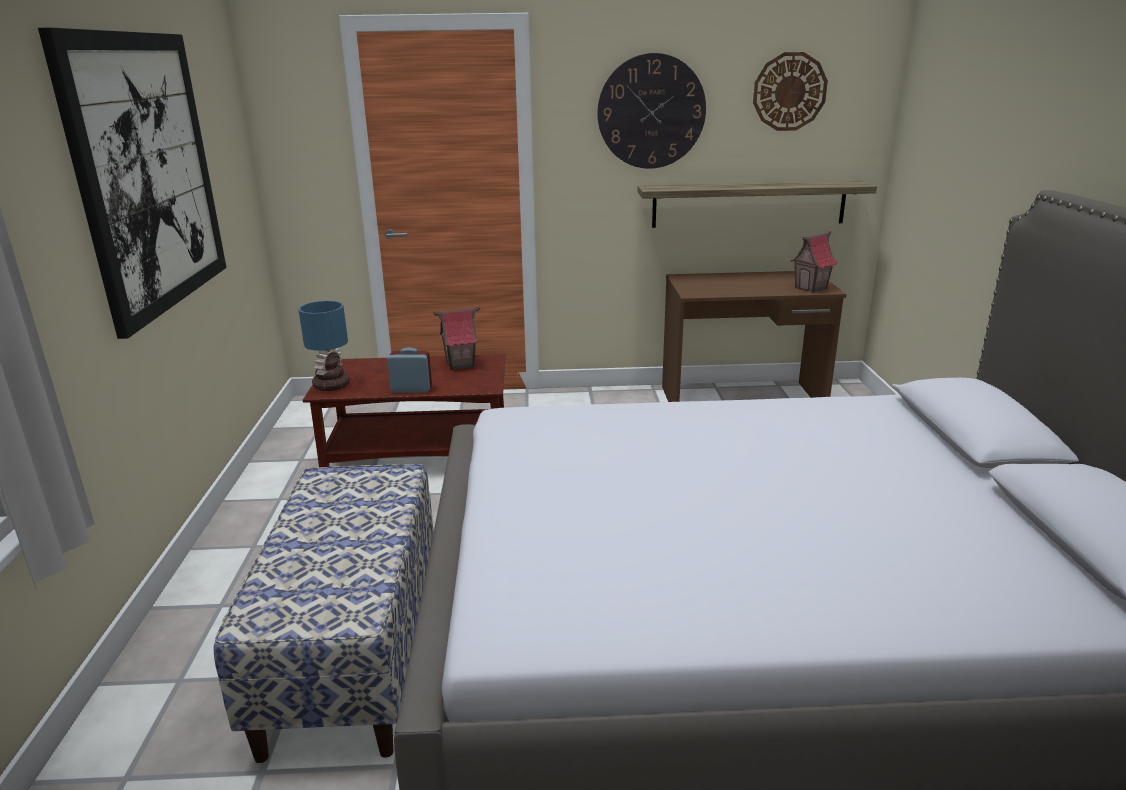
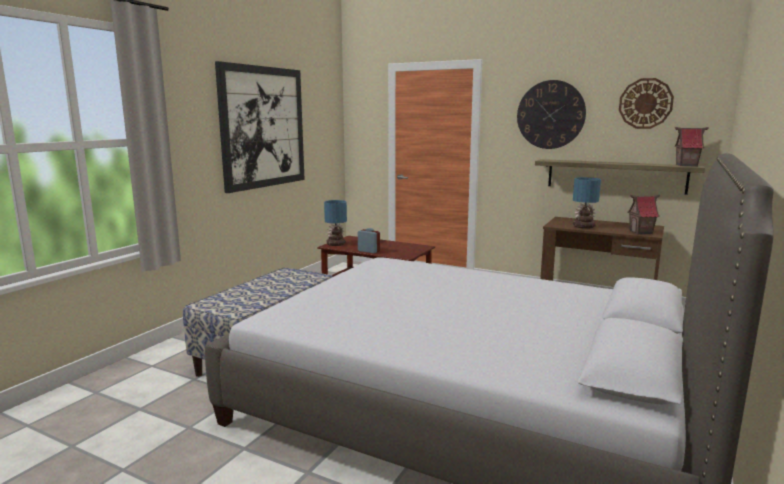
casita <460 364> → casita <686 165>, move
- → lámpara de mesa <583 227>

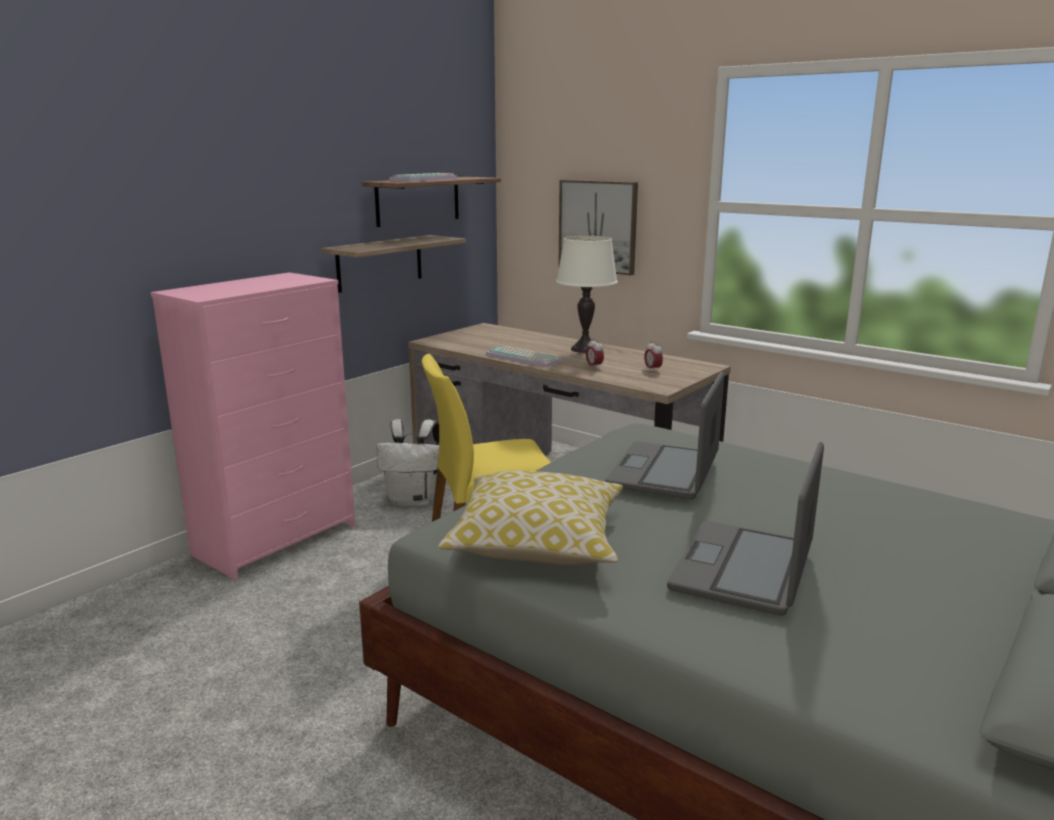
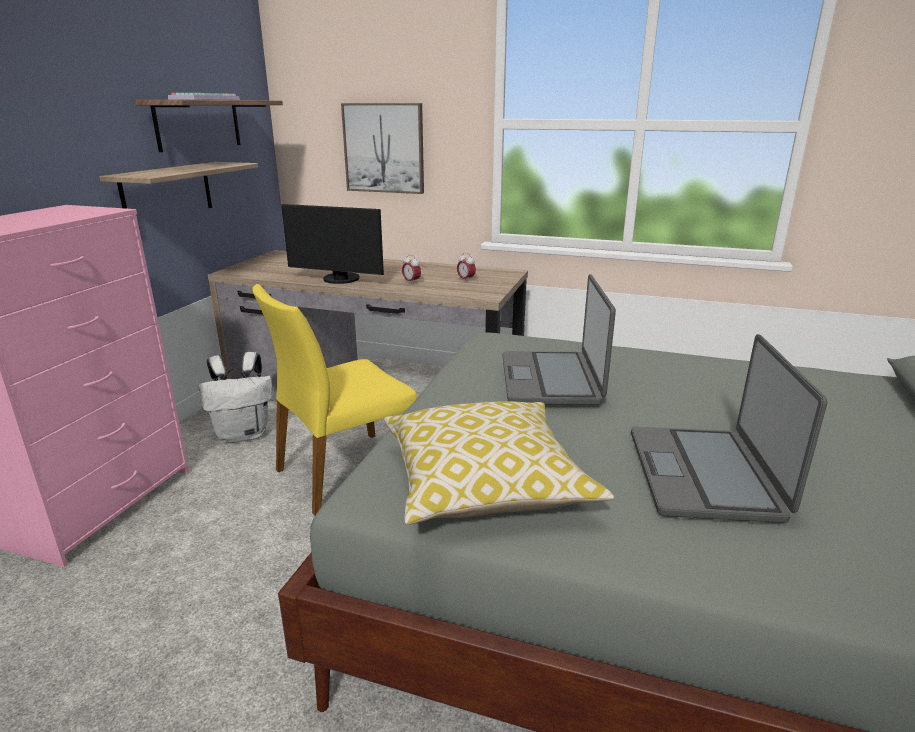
lámpara de mesa (blanco) <585 349> → -
teclado <525 358> → monitor <339 280>

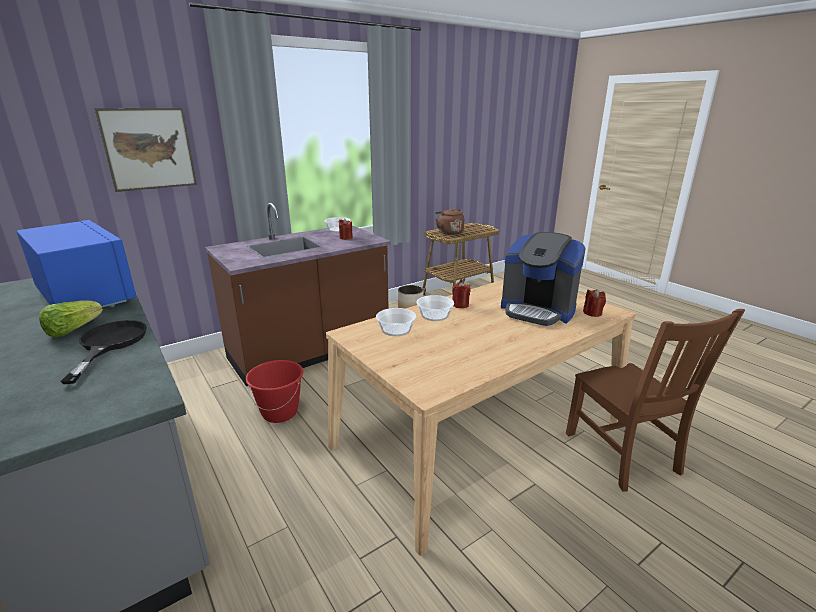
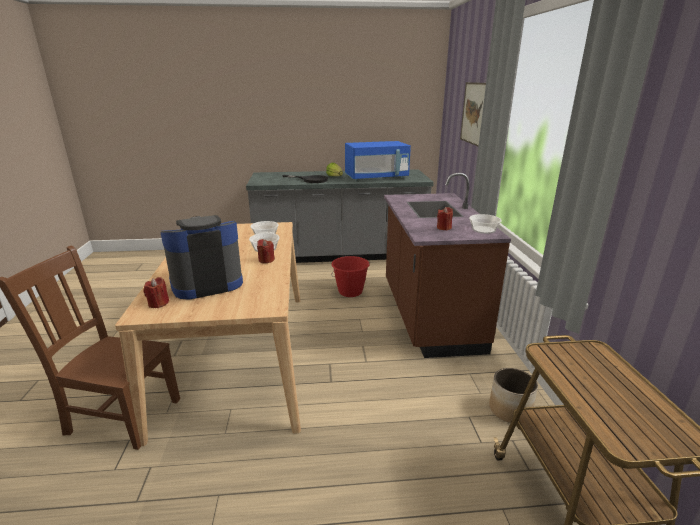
hervidor (marrón) <449 232> → -

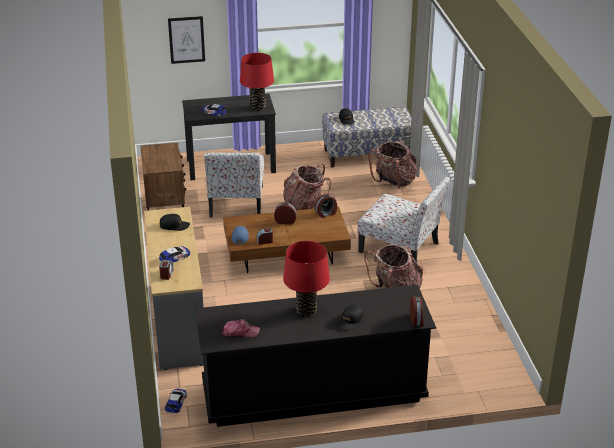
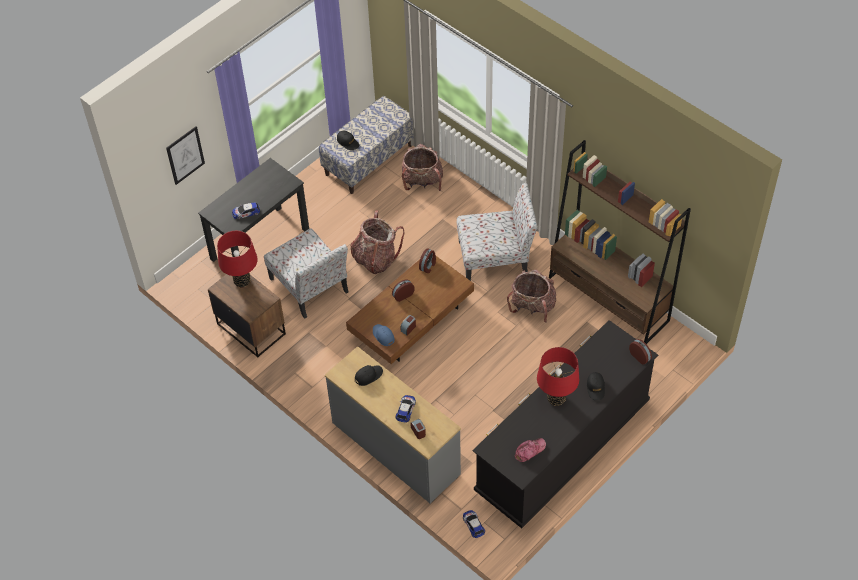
lámpara de mesa (rojo) <257 108> → lámpara de mesa (rojo) <242 281>, move
- → estantería (marrón) <608 299>

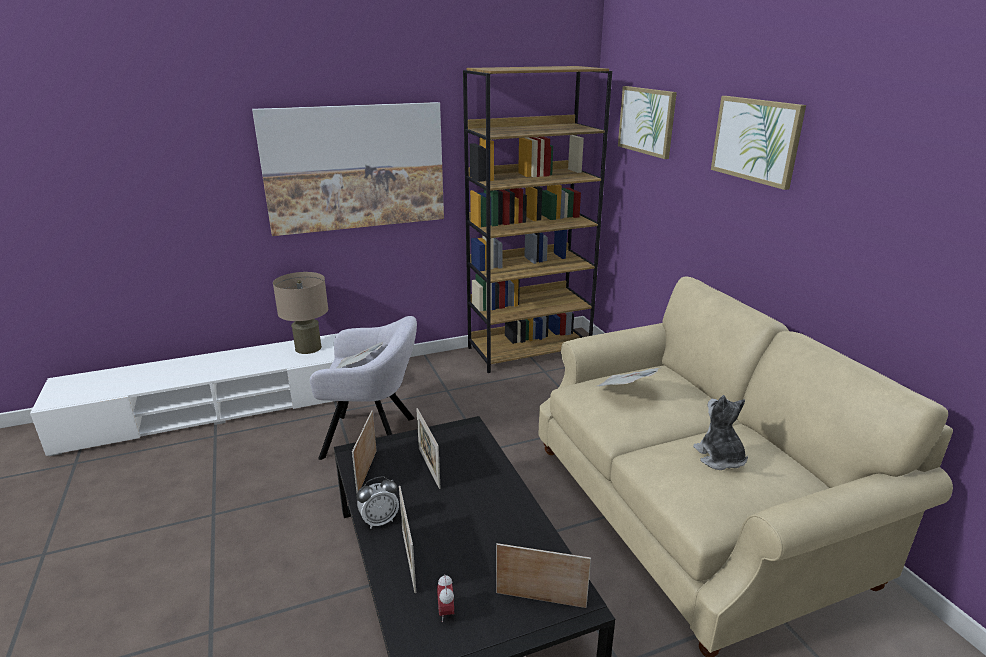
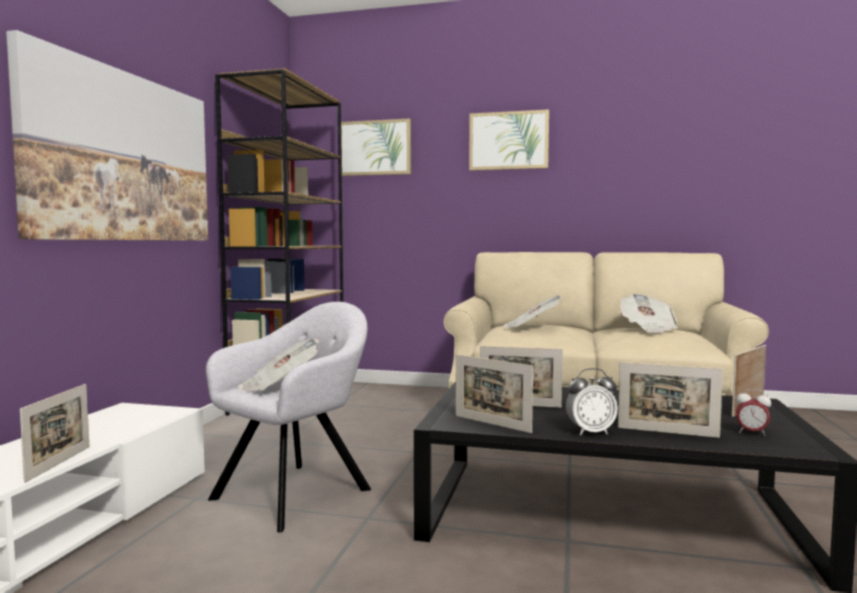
lámpara de mesa (beis) <308 348> → -
peluche <719 458> → periódico <648 329>
despertador <379 521> → despertador <590 432>, 75 degrees clockwise
- → portarretratos <59 463>

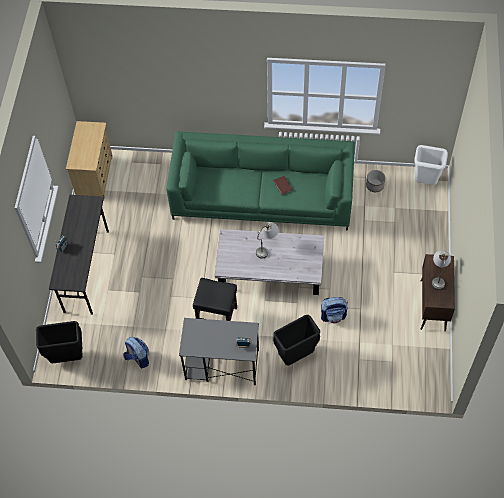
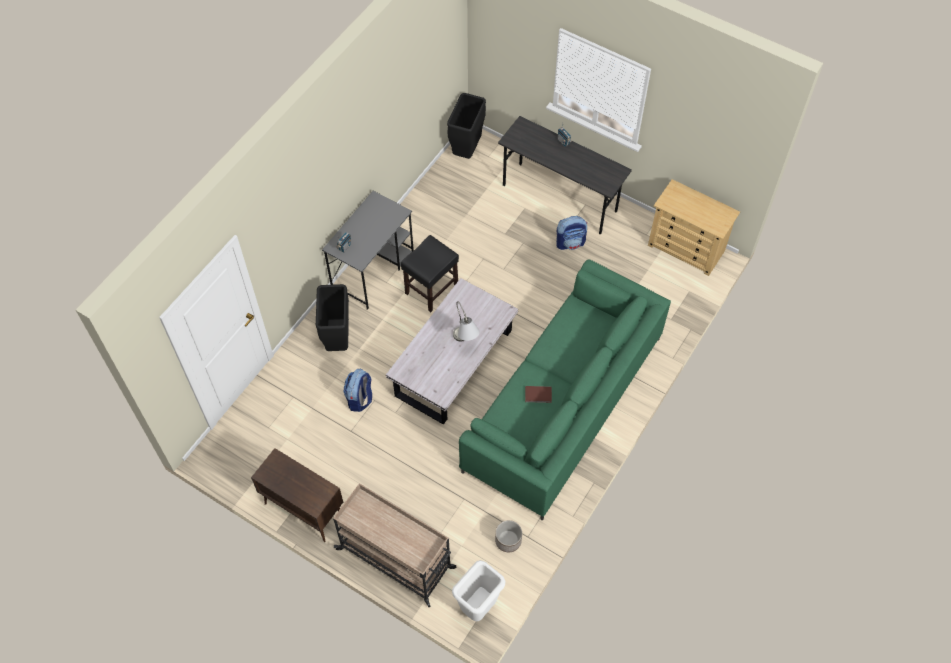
lámpara de mesa (gris) <438 276> → -
mochila <138 358> → mochila <570 243>, move
- → carrito (beis) <397 559>

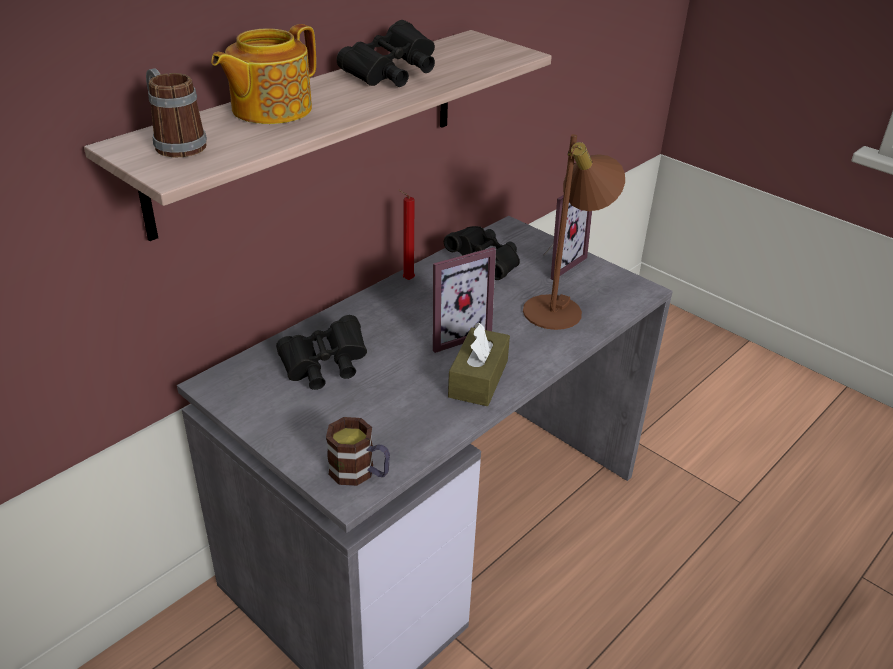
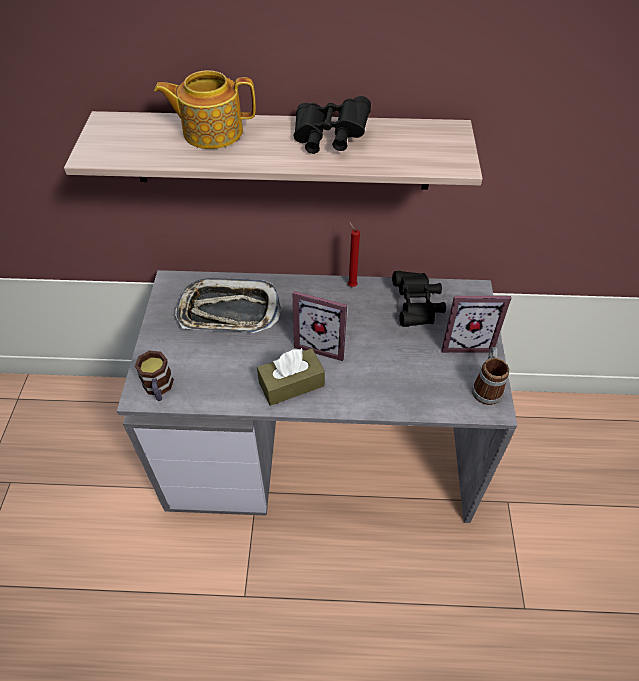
taza grande <175 144> → taza grande <486 386>, move
lámpara de mesa (marrón) <561 308> → -
prismáticos (negro) <324 367> → bandeja <228 312>

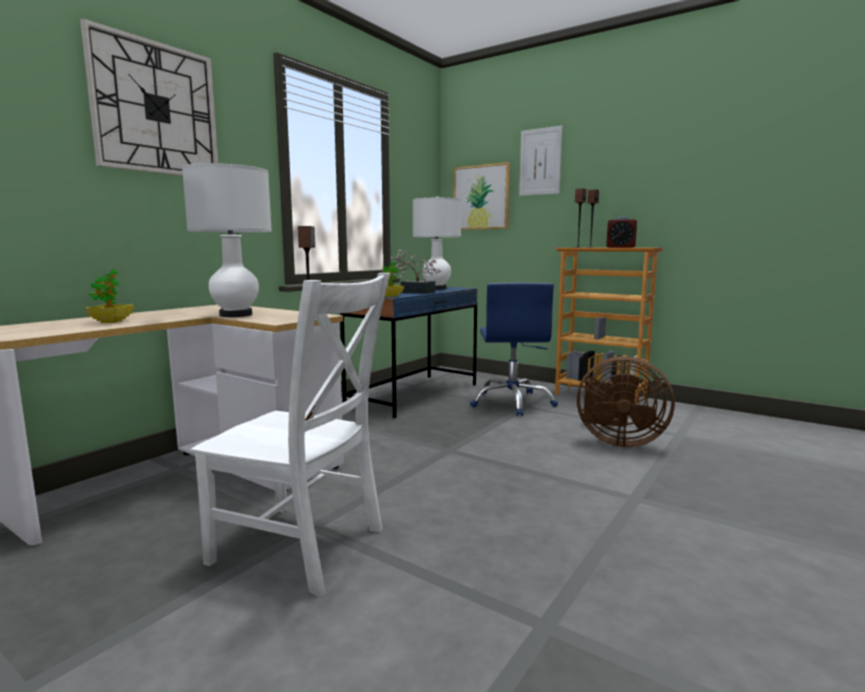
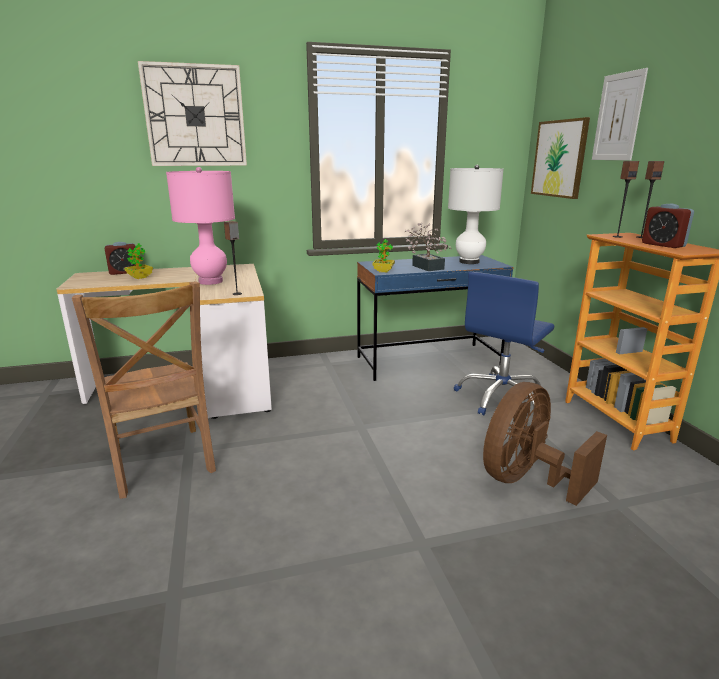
lámpara de mesa (blanco) <236 315> → lámpara de mesa (rosa) <211 281>
silla (blanco) <303 548> → silla (marrón) <162 463>
ventilador (marrón) <617 441> → ventilador (marrón) <527 480>, 75 degrees clockwise
- → despertador <124 272>

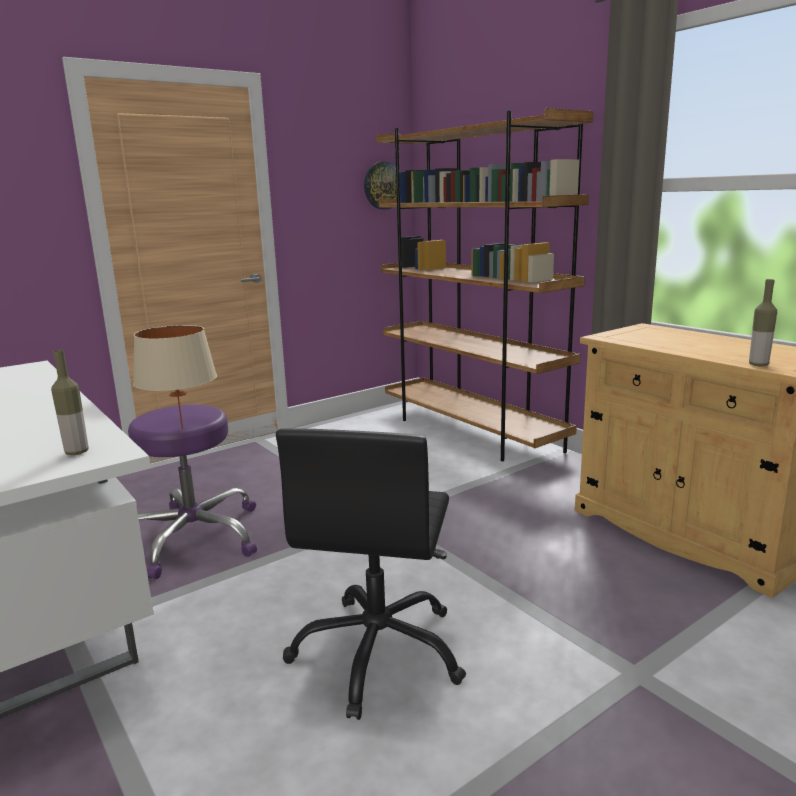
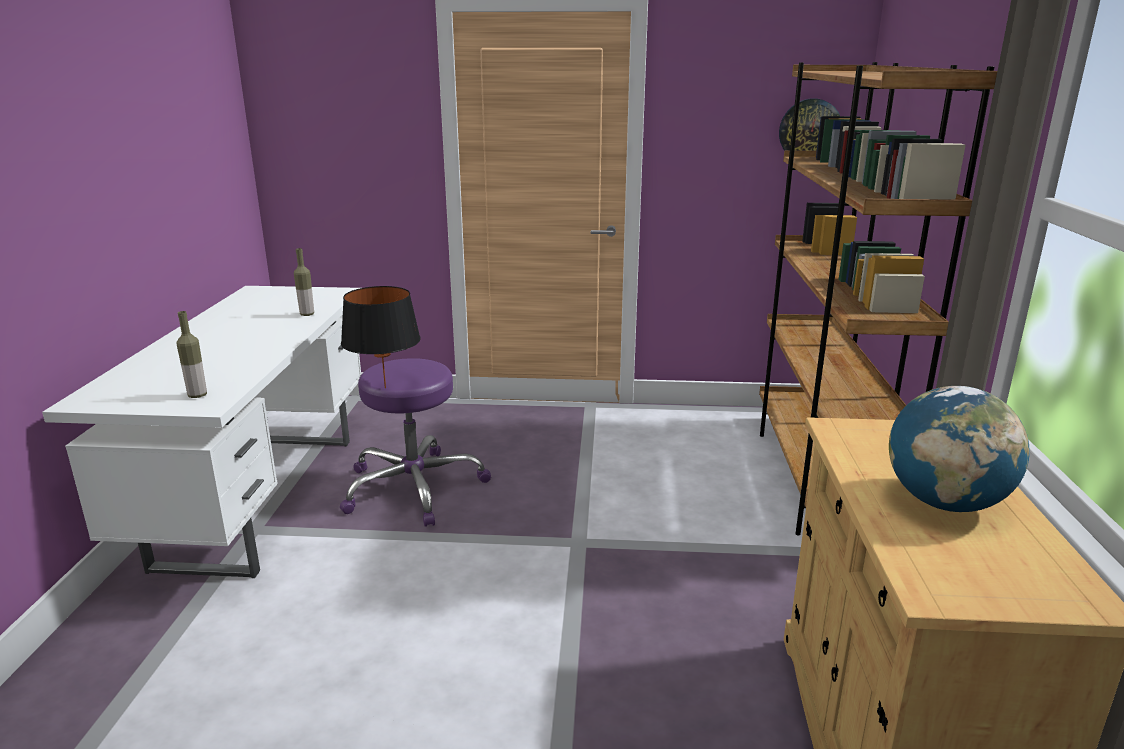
botella <758 365> → botella <307 314>, move
lámpara de mesa (beis) <182 429> → lámpara de mesa (negro) <385 388>
silla de oficina (negro) <379 652> → -
- → globo terráqueo <945 502>

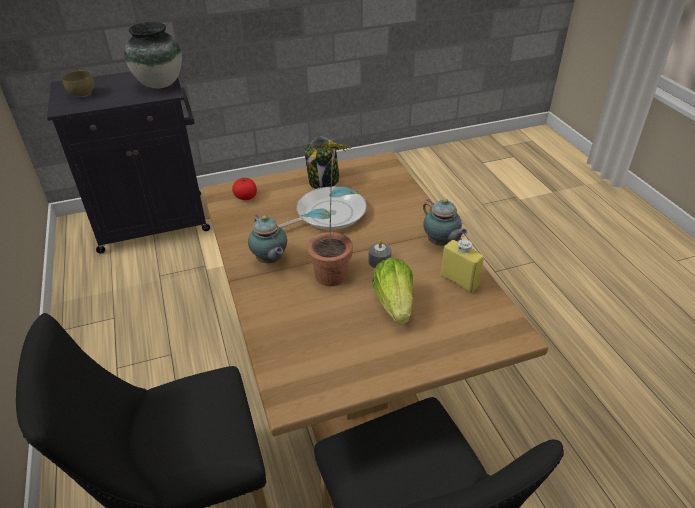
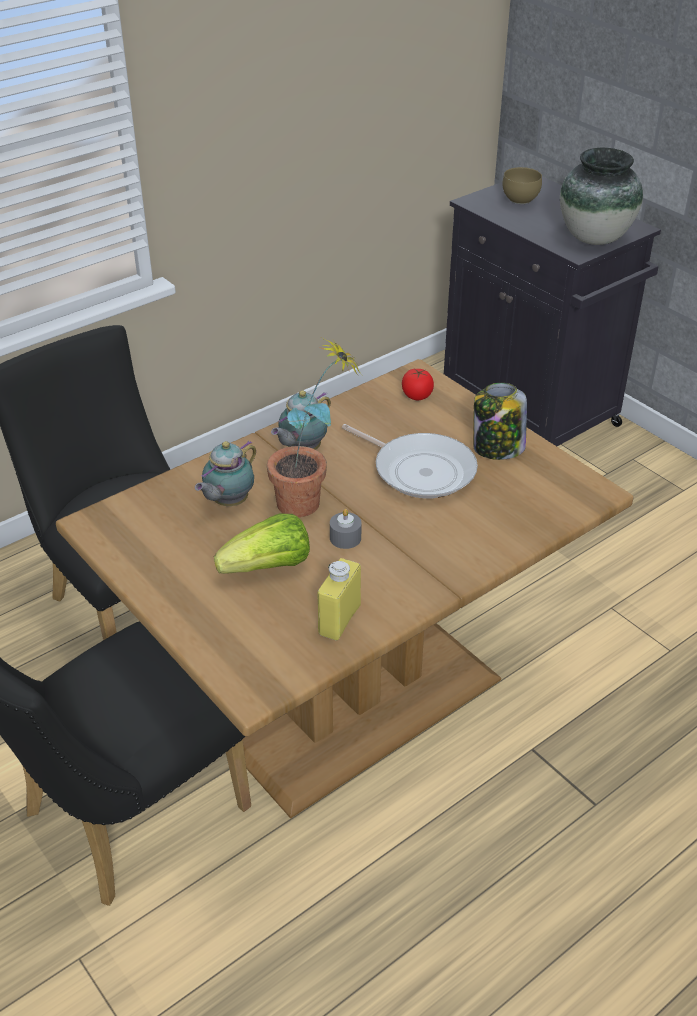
tetera <441 243> → tetera <228 502>, move

